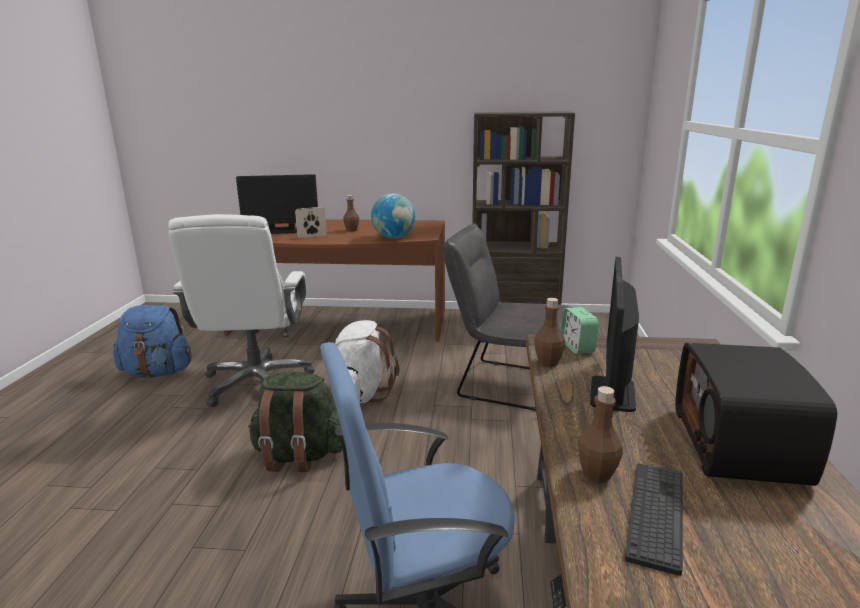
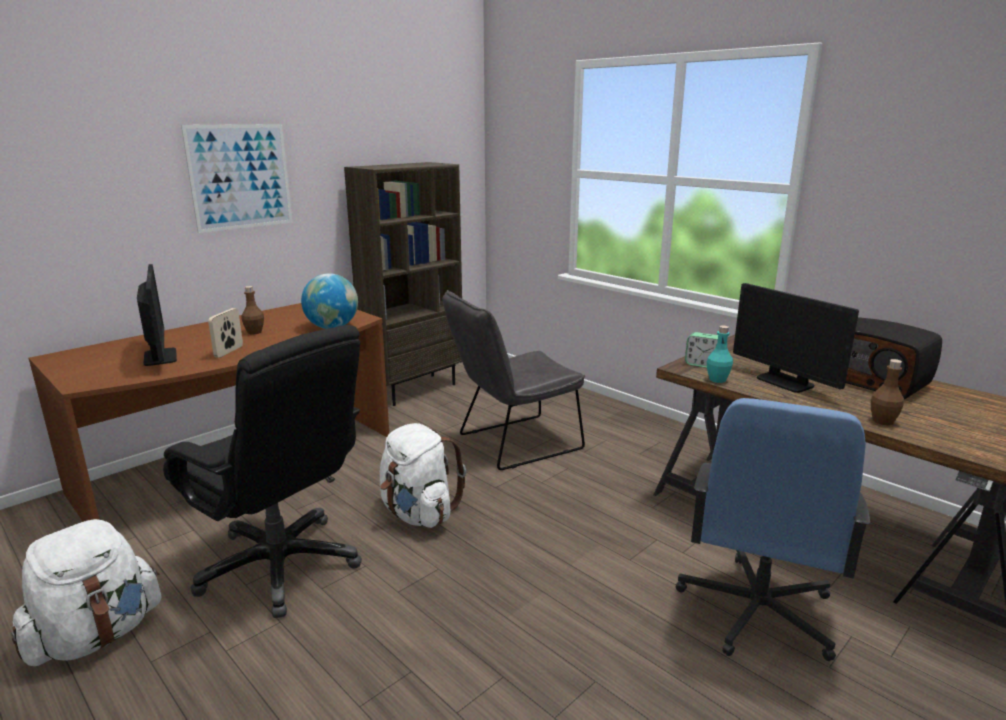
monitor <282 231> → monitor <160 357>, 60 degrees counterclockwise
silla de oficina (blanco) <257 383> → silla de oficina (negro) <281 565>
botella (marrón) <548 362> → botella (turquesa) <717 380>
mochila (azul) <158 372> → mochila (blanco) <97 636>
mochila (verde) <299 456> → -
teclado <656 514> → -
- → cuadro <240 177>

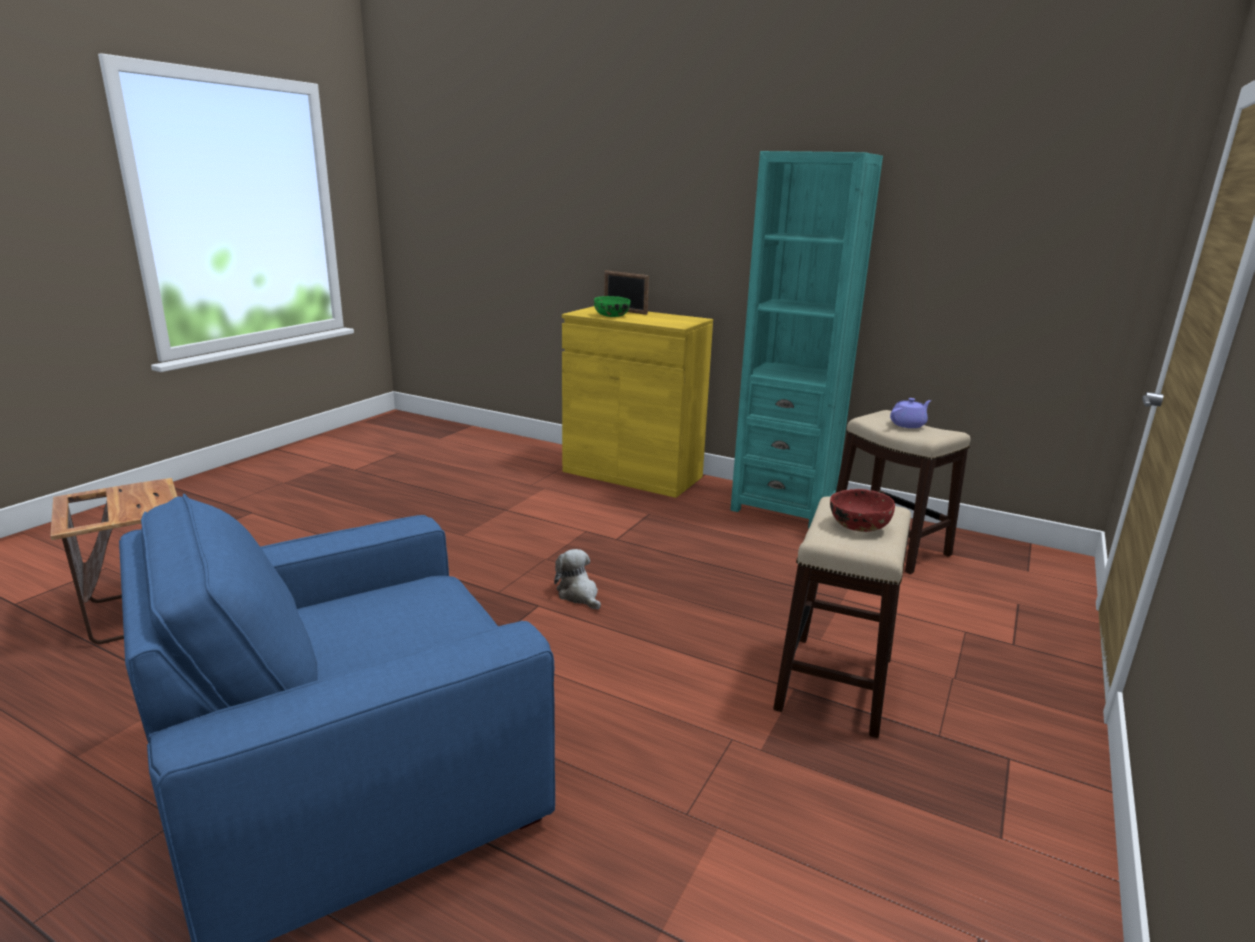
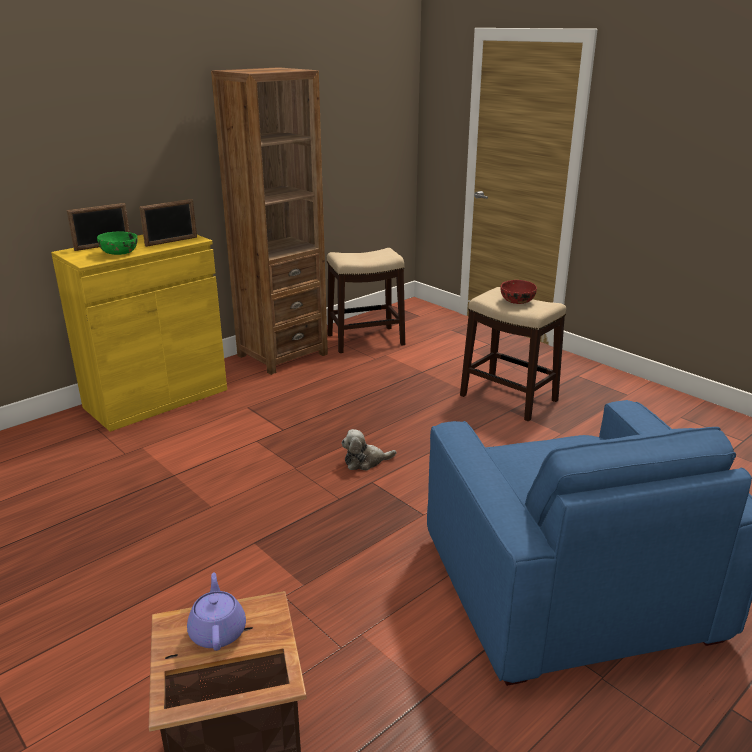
estantería (turquesa) <783 507> → estantería (marrón) <282 355>
tetera (morado) <908 424> → tetera (morado) <218 631>, move
- → portarretratos <171 241>

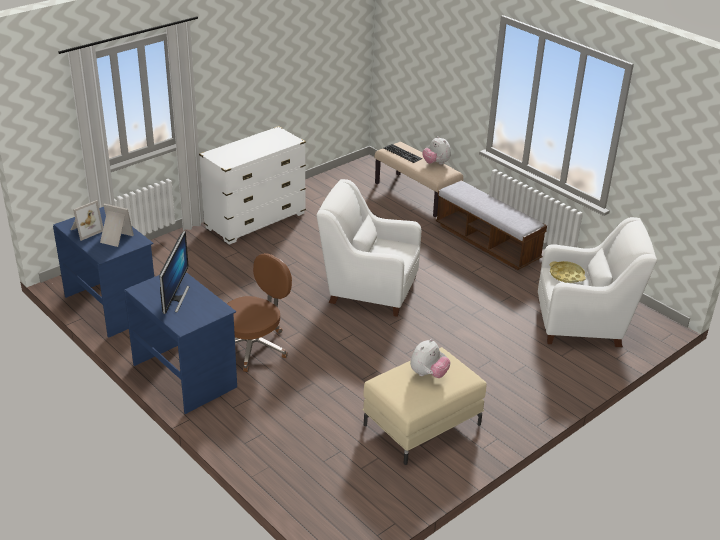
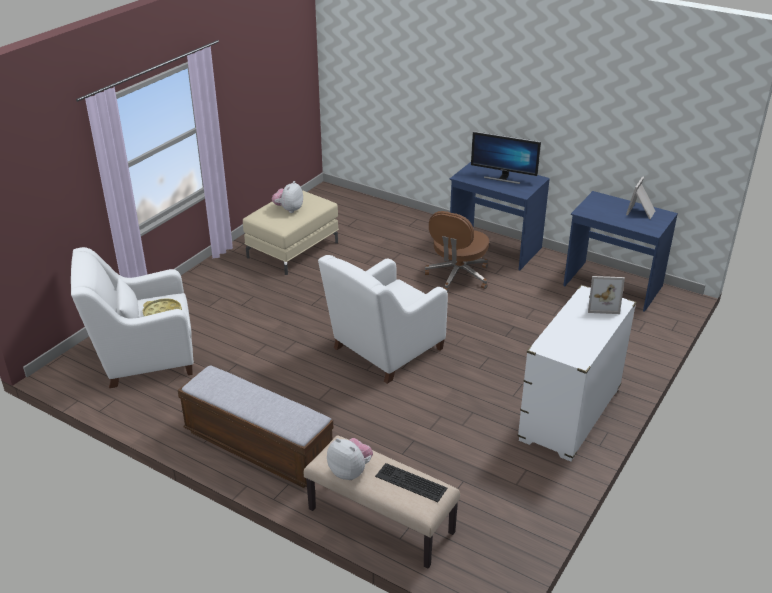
sillón (blanco) <368 289> → sillón (blanco) <384 351>, 135 degrees clockwise
portarretratos <115 238> → portarretratos <602 304>, move
monitor <175 298> → monitor <503 178>, 60 degrees counterclockwise

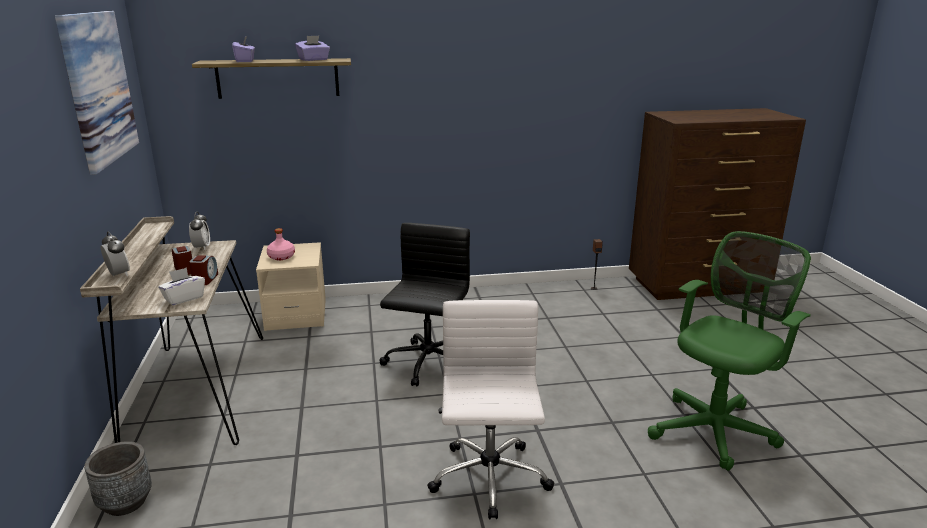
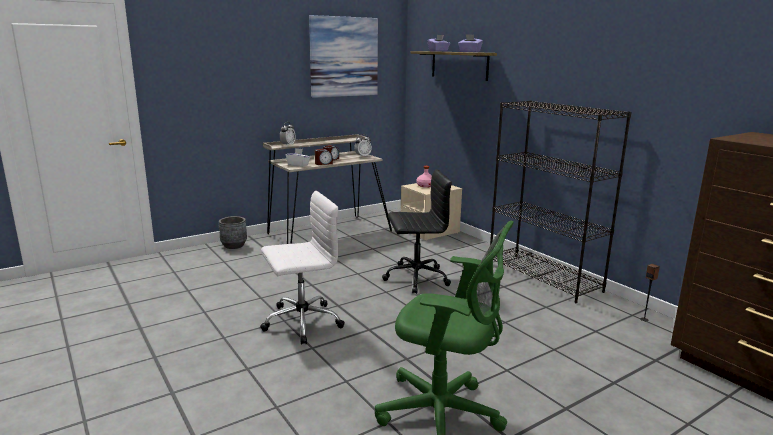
- → estantería (negro) <544 277>

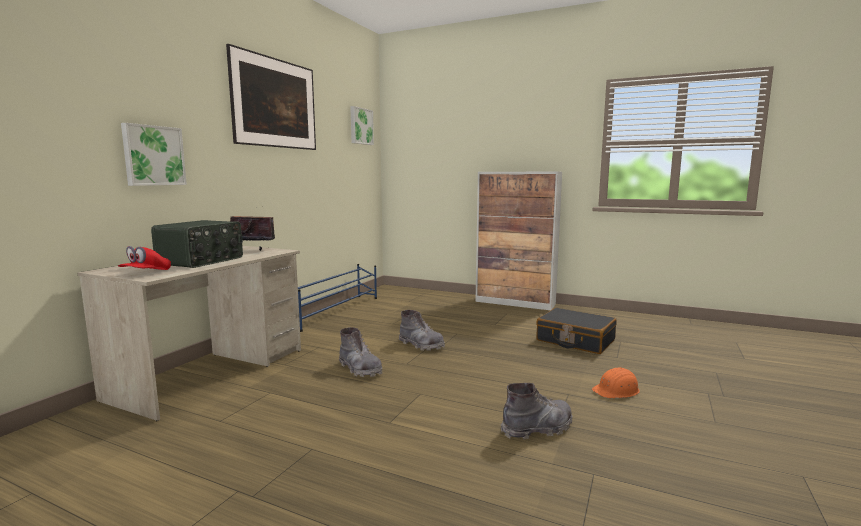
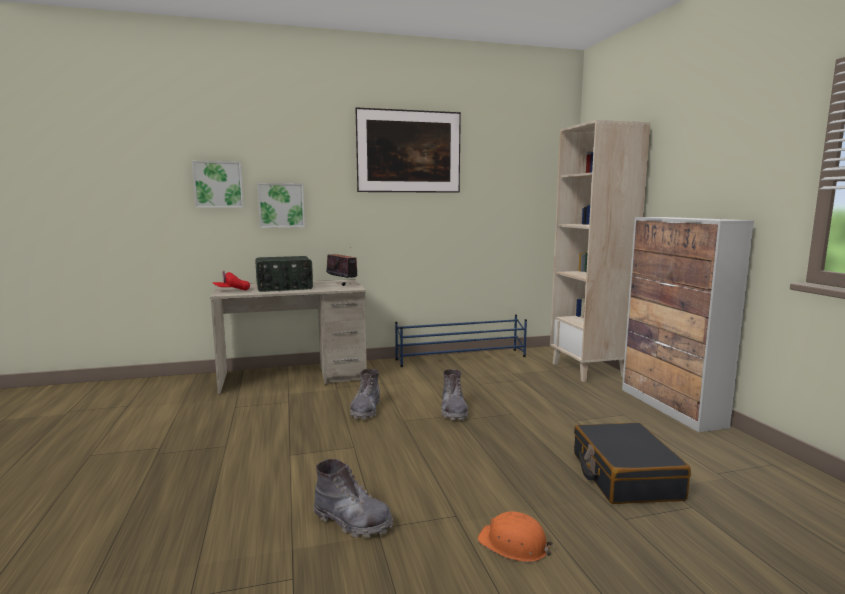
cuadro <360 126> → cuadro <218 184>, move
- → estantería (beis) <589 370>

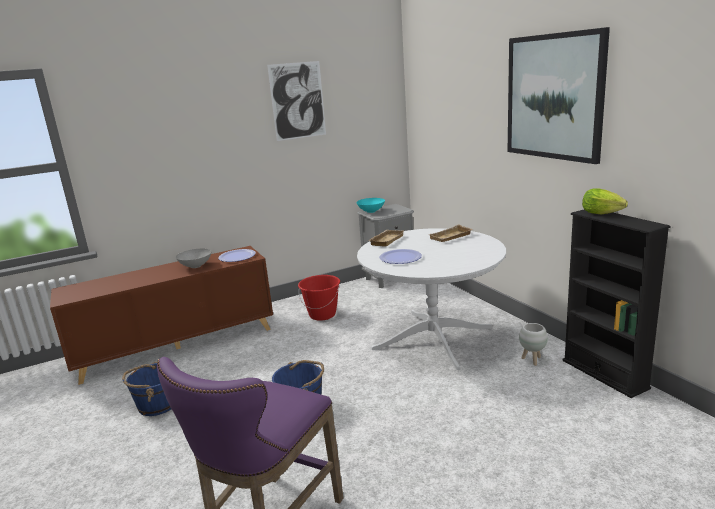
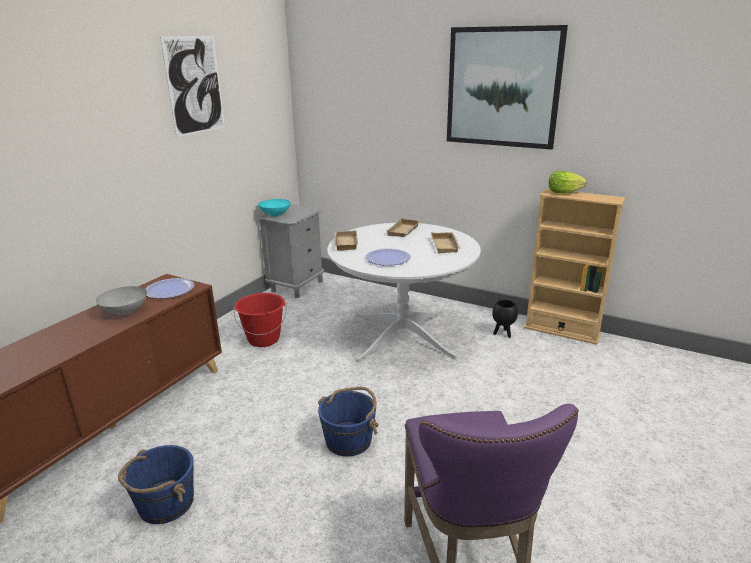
estantería (negro) <604 374> → estantería (beis) <562 331>
maceta (blanco) <532 360> → maceta (negro) <503 334>
- → bandeja (beis) <446 246>

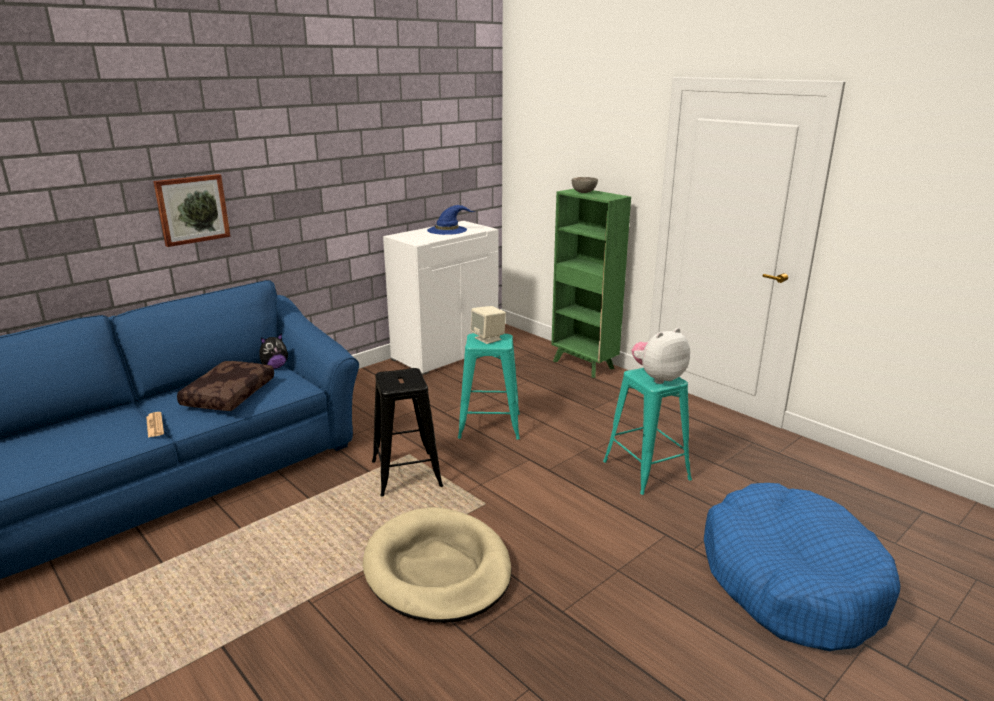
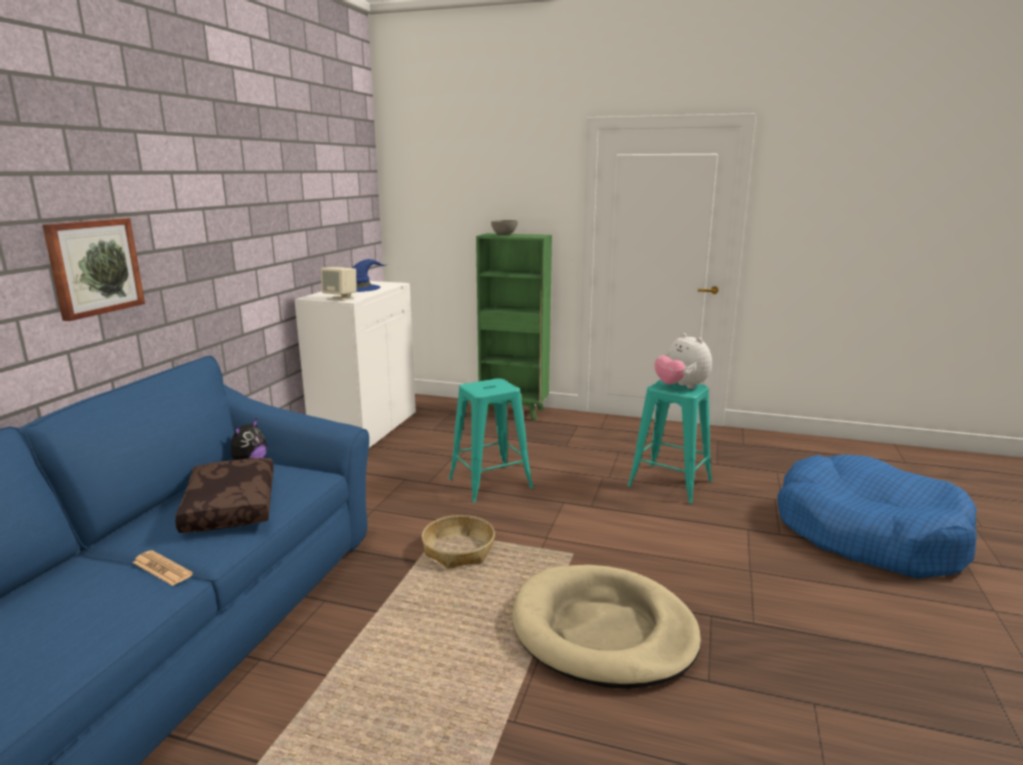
altavoz (beis) <488 338> → altavoz (beis) <341 298>, move
peluche <658 378> → peluche <681 387>, 60 degrees counterclockwise
taburete (negro) <406 473> → cesta <459 550>

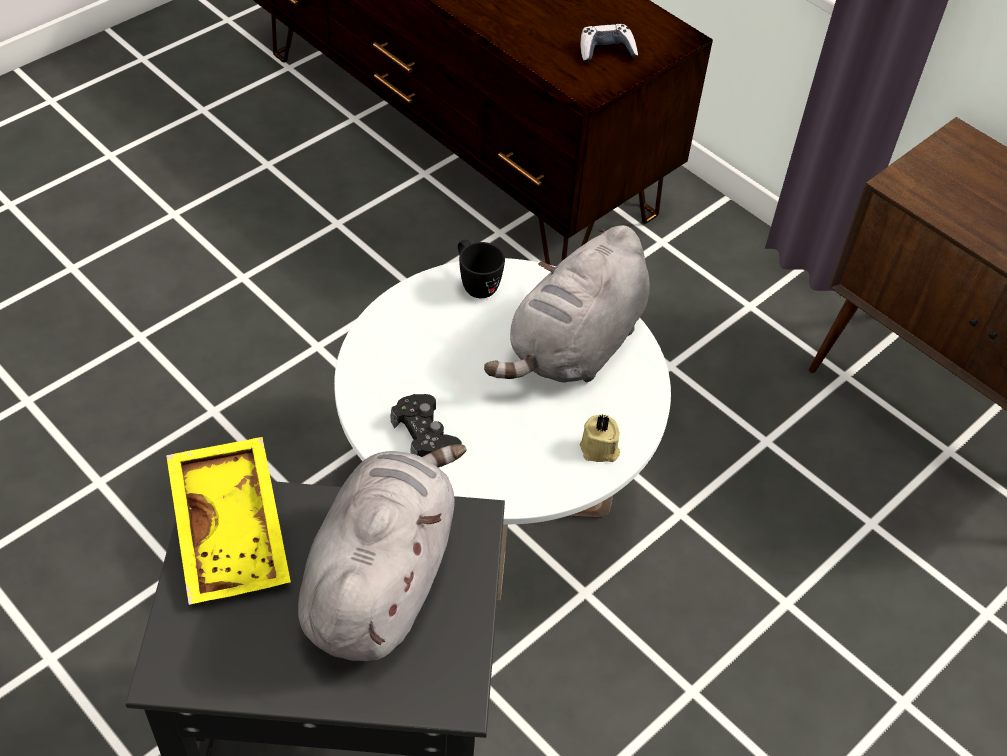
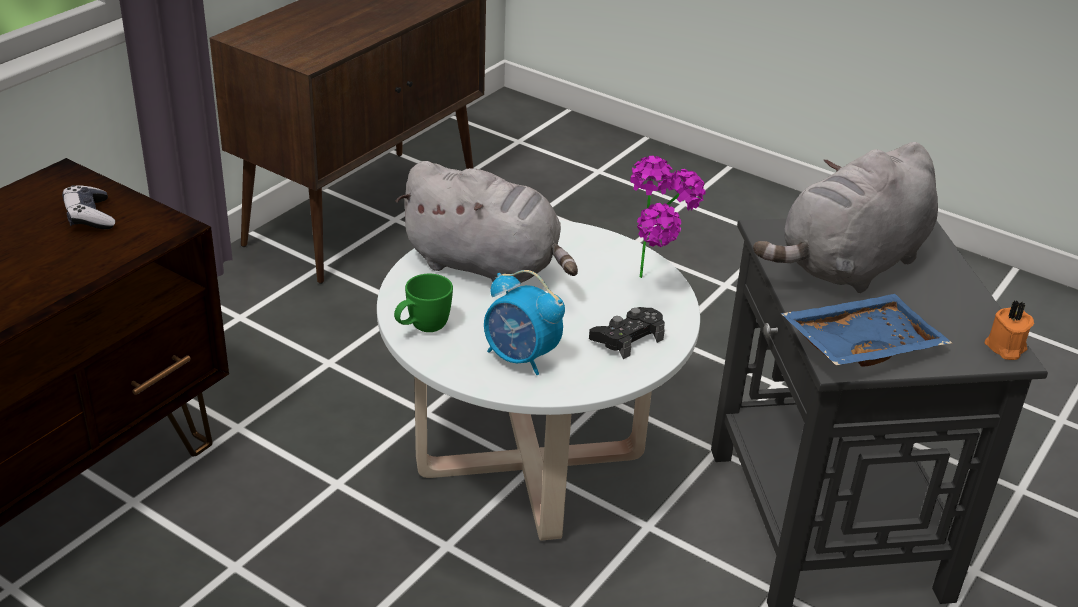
taza grande (negro) <475 284> → taza grande (verde) <422 329>
vela (beis) <599 450> → -
bandeja (amarillo) <233 530> → bandeja (azul) <860 345>
peluche (gris) <381 578> → peluche (gris) <849 265>, 45 degrees counterclockwise
- → planta en maceta <657 281>
- → despertador <521 358>
- → vela (naranja) <1005 348>

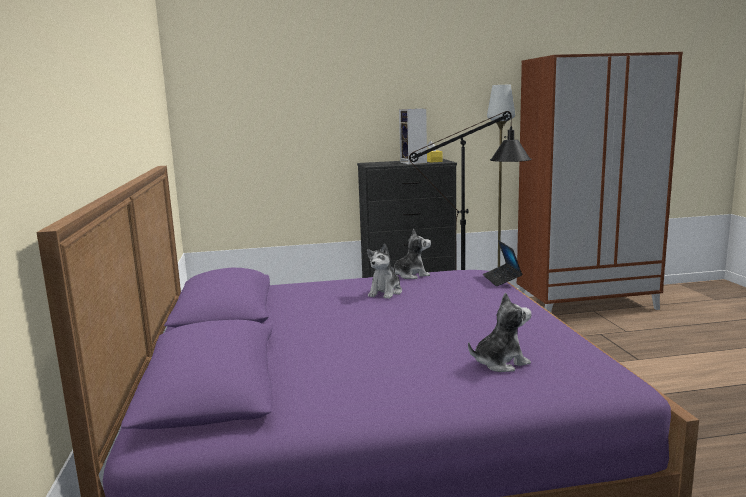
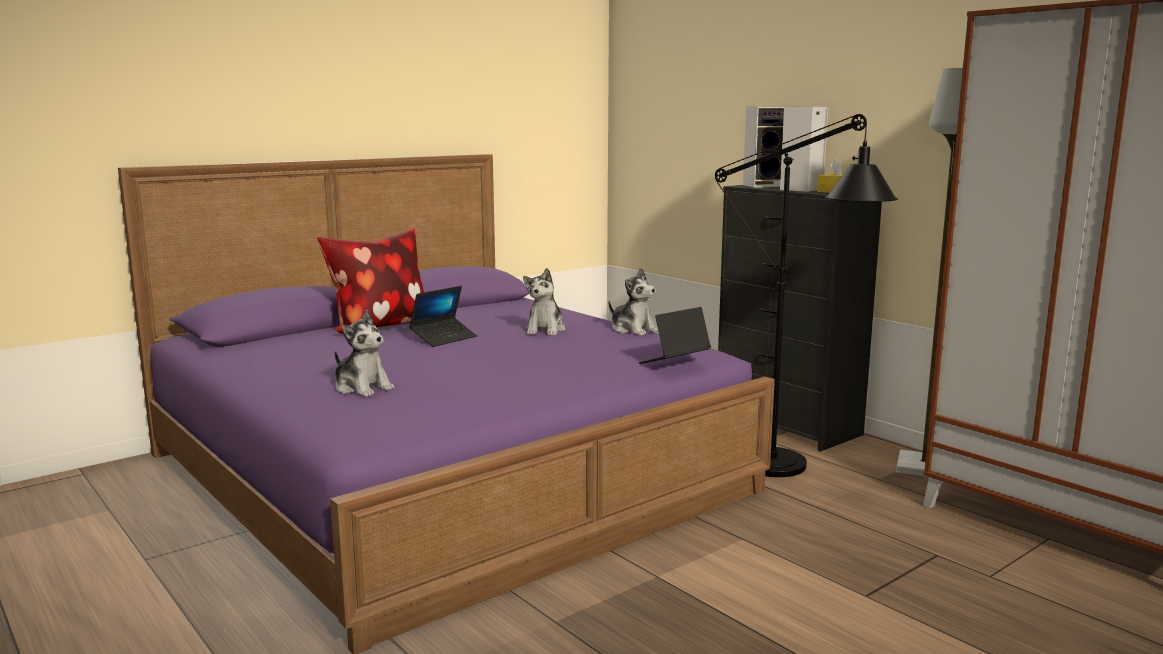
peluche <385 292> → peluche <545 330>, 75 degrees counterclockwise
- → altavoz <764 186>
- → cojín <379 326>
- → portátil <444 338>

